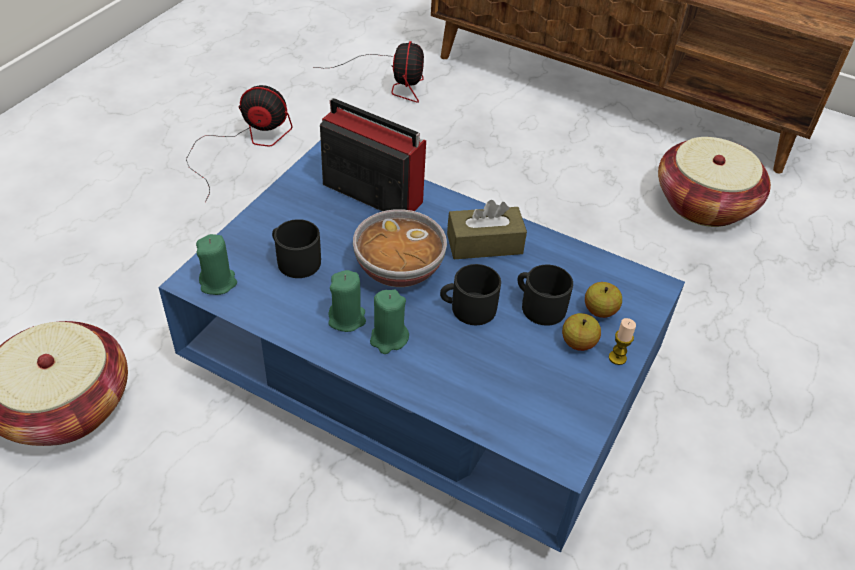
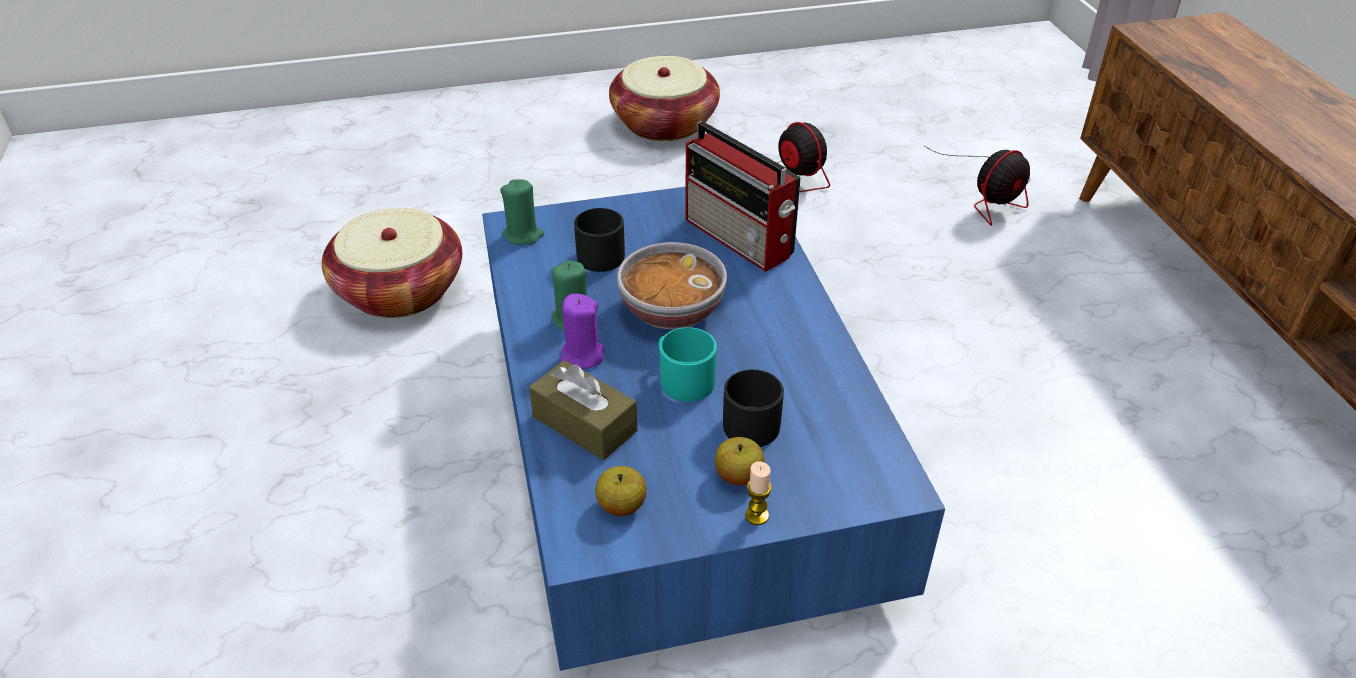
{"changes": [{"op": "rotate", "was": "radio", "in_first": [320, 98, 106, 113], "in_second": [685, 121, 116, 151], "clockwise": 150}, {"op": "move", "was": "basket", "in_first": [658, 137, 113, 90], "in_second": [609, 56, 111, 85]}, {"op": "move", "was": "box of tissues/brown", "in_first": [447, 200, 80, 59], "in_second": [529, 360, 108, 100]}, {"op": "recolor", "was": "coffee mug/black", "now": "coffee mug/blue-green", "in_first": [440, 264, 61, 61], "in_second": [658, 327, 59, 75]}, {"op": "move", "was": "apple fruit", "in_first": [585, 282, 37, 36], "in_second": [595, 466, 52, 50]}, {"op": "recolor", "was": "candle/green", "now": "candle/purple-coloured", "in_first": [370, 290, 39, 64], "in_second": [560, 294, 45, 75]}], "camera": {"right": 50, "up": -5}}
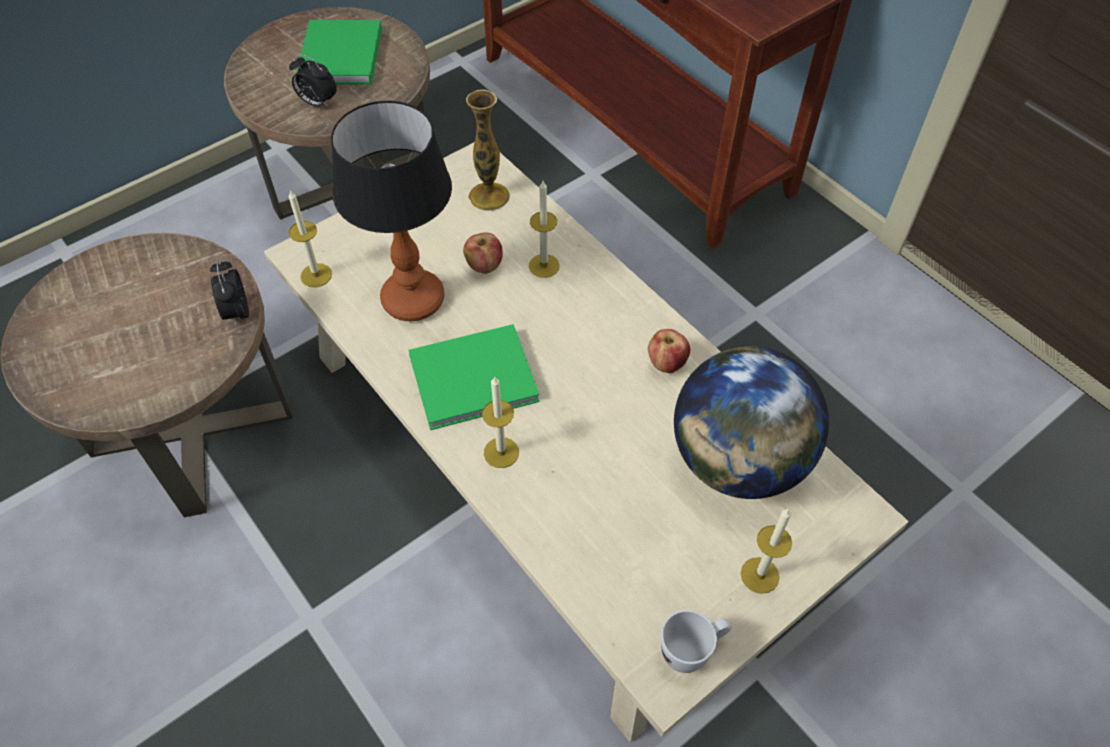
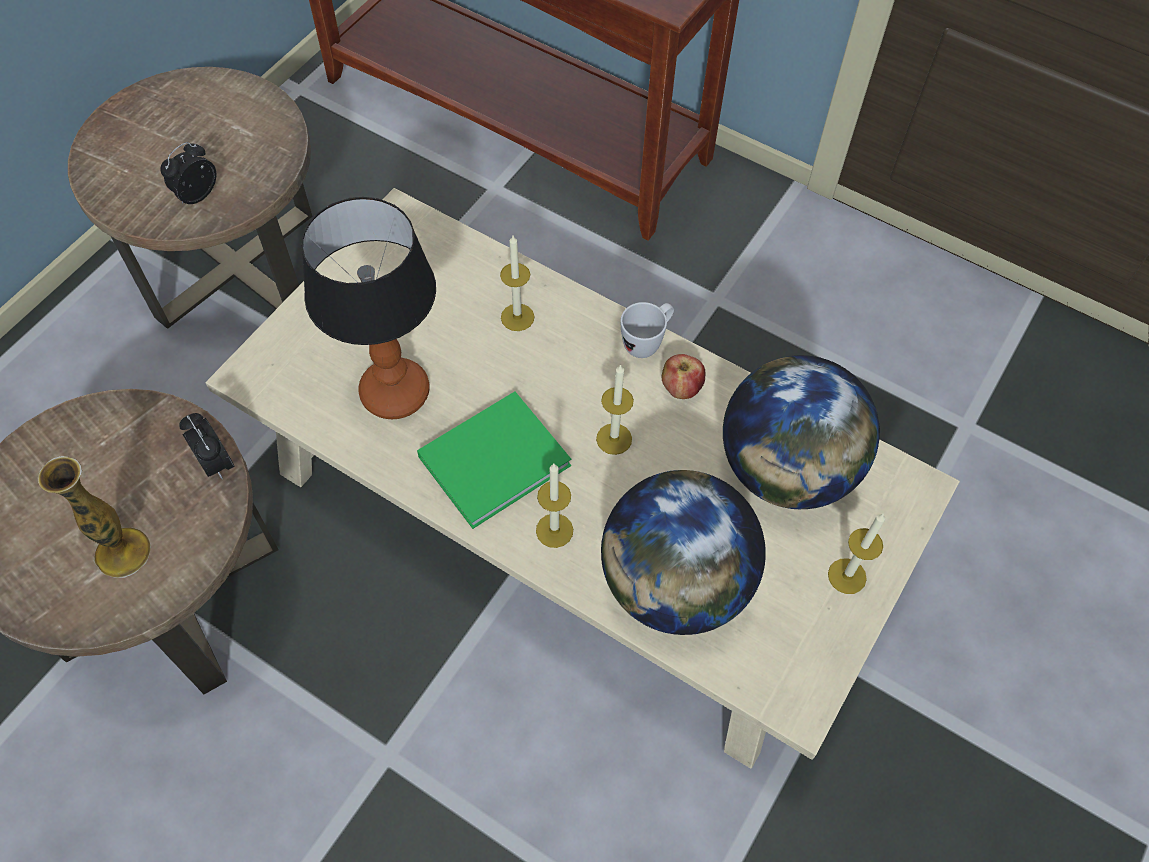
{"changes": [{"op": "delete", "was": "volume/green", "in_first": [296, 20, 86, 64]}, {"op": "rotate", "was": "bedside clock", "in_first": [289, 54, 48, 54], "in_second": [160, 142, 56, 62], "clockwise": 120}, {"op": "move", "was": "flower vase", "in_first": [466, 90, 44, 121], "in_second": [37, 456, 114, 122]}, {"op": "move", "was": "candle", "in_first": [288, 190, 44, 97], "in_second": [596, 364, 38, 91]}, {"op": "delete", "was": "apple fruit", "in_first": [463, 233, 40, 41]}, {"op": "move", "was": "coffee mug/white-coloured", "in_first": [661, 610, 71, 63], "in_second": [621, 302, 53, 56]}, {"op": "insert", "now": "desk globe", "in_second": [601, 470, 165, 165]}], "camera": {"right": -20, "up": 5}}
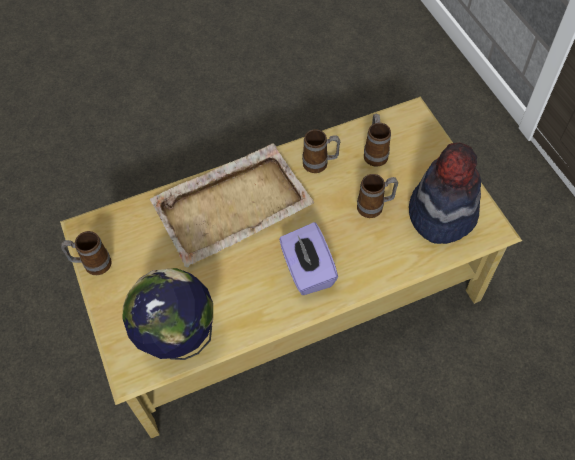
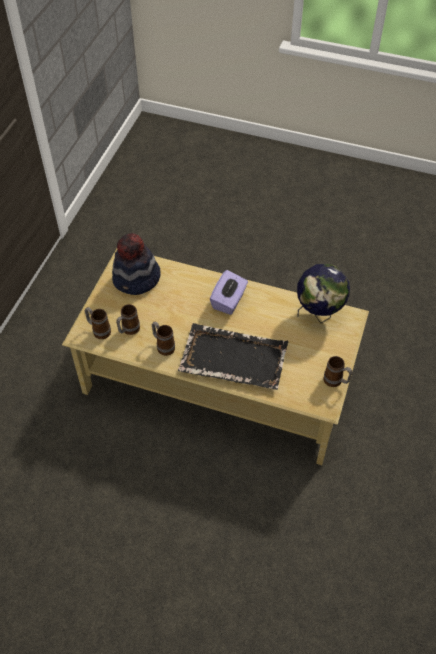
{"changes": [{"op": "recolor", "was": "serving tray/sand-coloured", "now": "serving tray/black", "in_first": [150, 143, 164, 125], "in_second": [178, 323, 111, 67]}, {"op": "move", "was": "coffee mug", "in_first": [357, 174, 41, 44], "in_second": [85, 307, 26, 32]}], "camera": {"right": -140, "up": -5}}
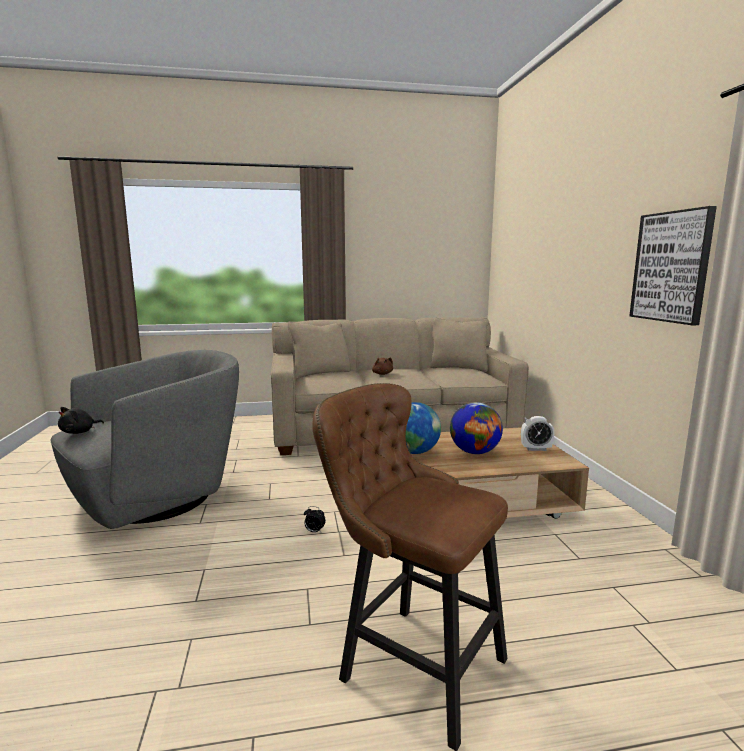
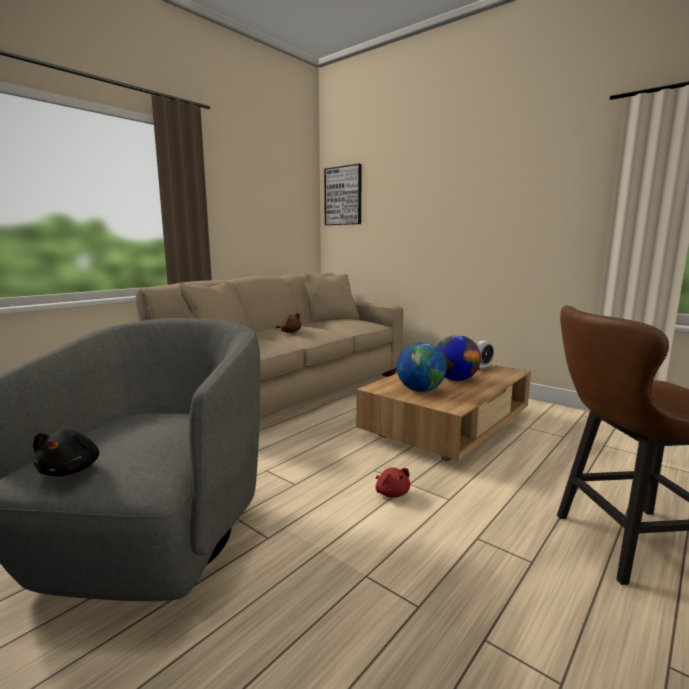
{"changes": [{"op": "move", "was": "wall art", "in_first": [629, 206, 88, 119], "in_second": [324, 164, 38, 61]}, {"op": "replace", "was": "bedside clock", "now": "plush toy/red-coloured", "in_first": [304, 506, 22, 26], "in_second": [376, 468, 34, 30]}], "camera": {"right": -40, "up": 0}}
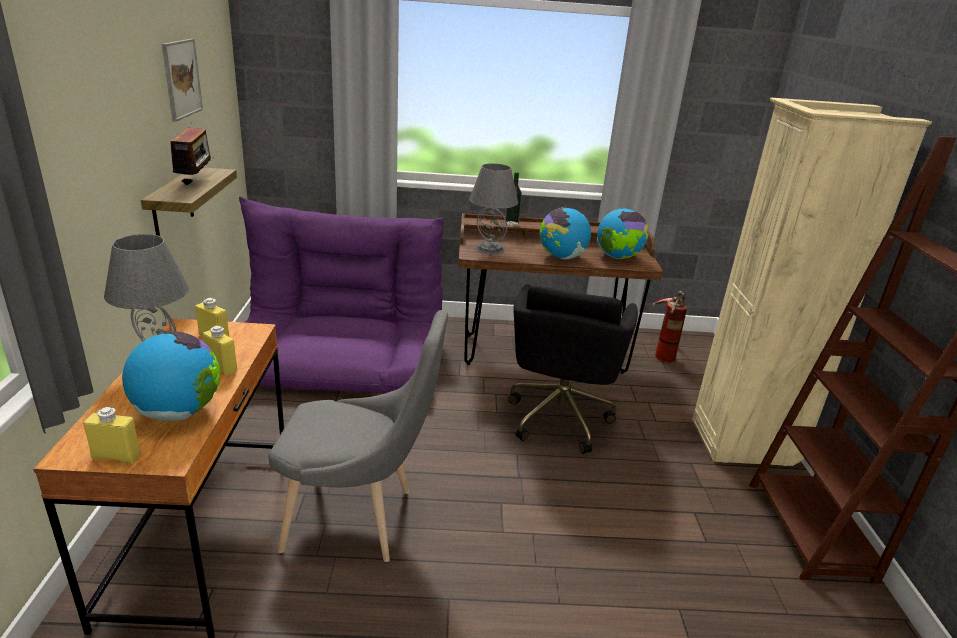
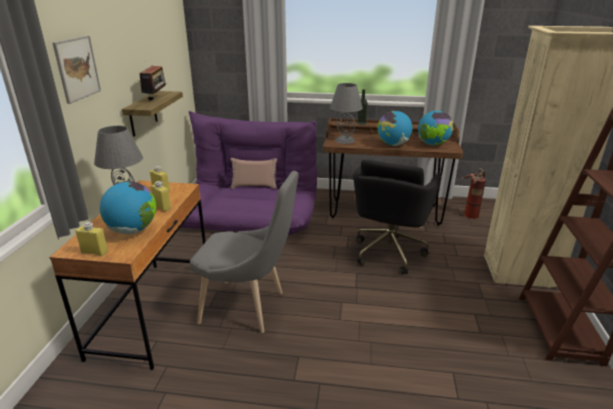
{"changes": [{"op": "move", "was": "wall art", "in_first": [162, 39, 41, 83], "in_second": [53, 36, 48, 68]}, {"op": "insert", "now": "throw pillow/sand-coloured", "in_second": [230, 158, 47, 31]}], "camera": {"right": 10, "up": 0}}
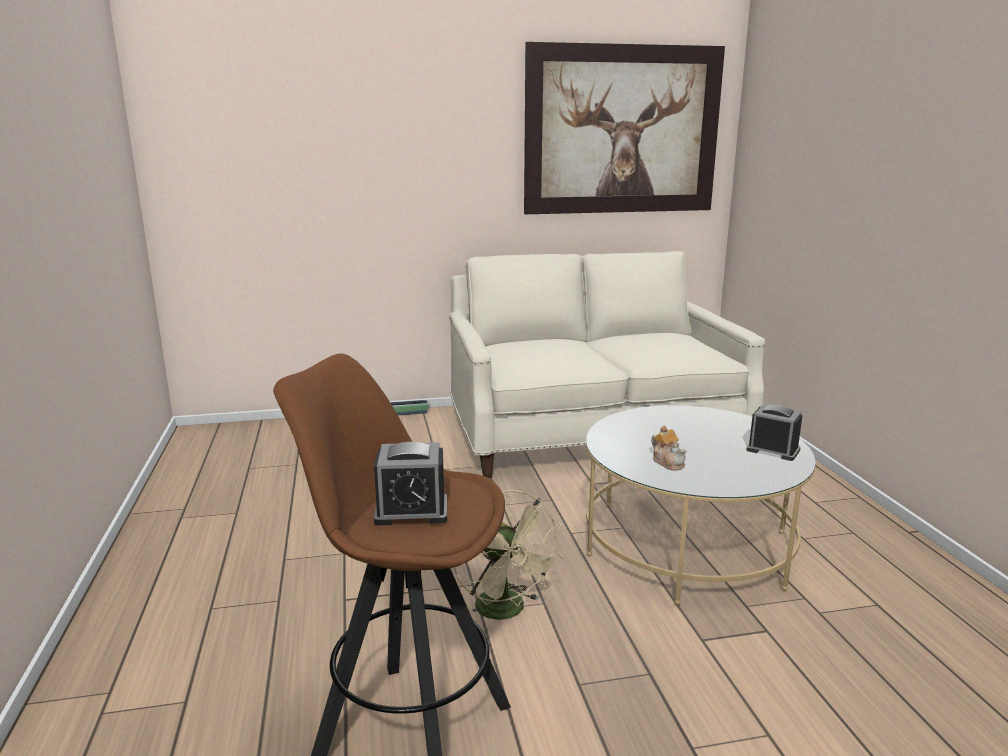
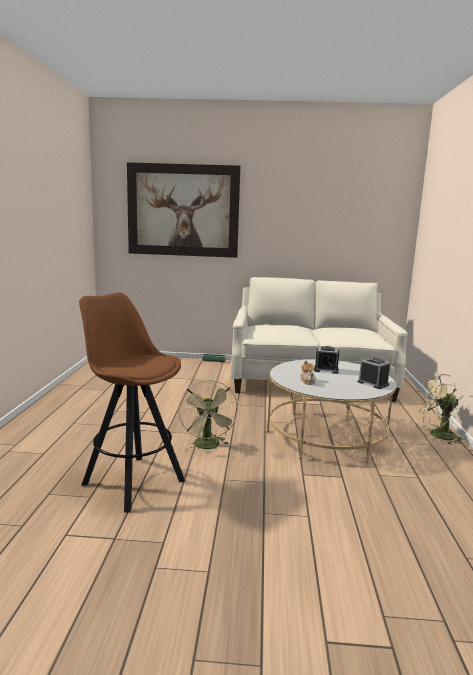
{"changes": [{"op": "move", "was": "wall art", "in_first": [524, 42, 201, 172], "in_second": [127, 162, 113, 96]}, {"op": "move", "was": "bedside clock", "in_first": [374, 442, 73, 83], "in_second": [314, 346, 25, 28]}, {"op": "insert", "now": "fan/sand-coloured", "in_second": [419, 374, 46, 71]}], "camera": {"right": 15, "up": -5}}
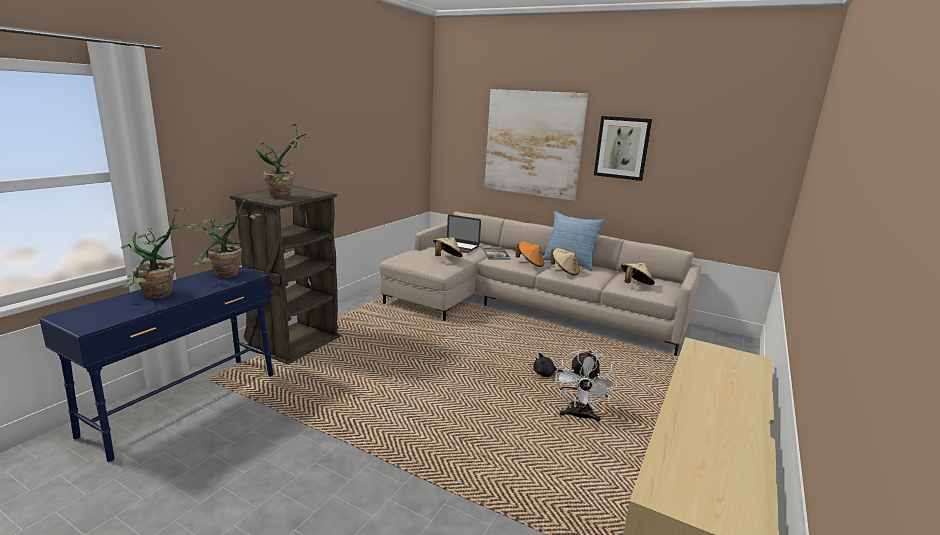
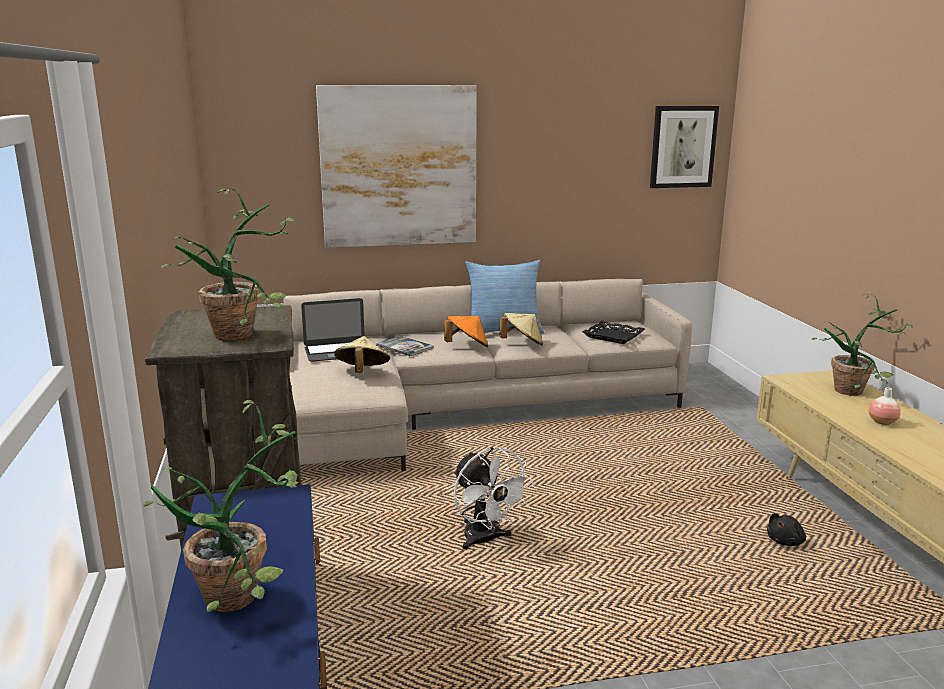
{"changes": [{"op": "move", "was": "wall art", "in_first": [594, 116, 58, 65], "in_second": [650, 106, 69, 82]}, {"op": "move", "was": "plant in a pot", "in_first": [194, 199, 68, 79], "in_second": [812, 294, 101, 102]}, {"op": "replace", "was": "hat/sand-coloured", "now": "serving tray/black", "in_first": [621, 263, 34, 22], "in_second": [582, 321, 63, 23]}, {"op": "move", "was": "fan/white-coloured", "in_first": [556, 350, 61, 72], "in_second": [454, 447, 79, 103]}, {"op": "move", "was": "plush toy/black", "in_first": [533, 353, 30, 24], "in_second": [767, 513, 39, 33]}, {"op": "insert", "now": "flower vase", "in_second": [869, 387, 32, 38]}], "camera": {"right": -40, "up": 0}}
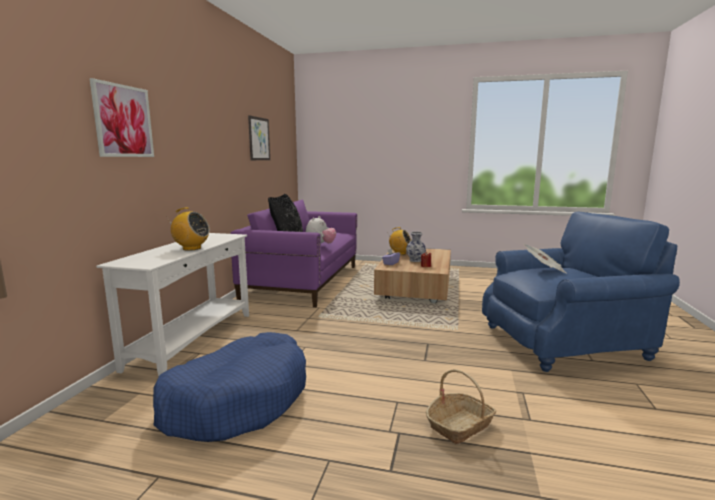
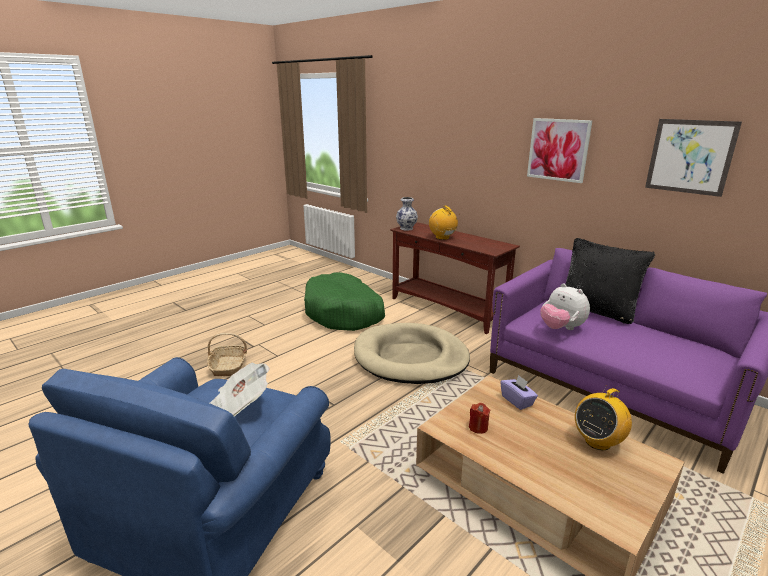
{"changes": [{"op": "move", "was": "wall art", "in_first": [89, 78, 65, 79], "in_second": [527, 118, 66, 65]}, {"op": "rotate", "was": "radio", "in_first": [166, 207, 44, 44], "in_second": [429, 206, 31, 34], "clockwise": 105}, {"op": "move", "was": "flower vase", "in_first": [406, 232, 20, 30], "in_second": [396, 197, 22, 34]}, {"op": "recolor", "was": "hall table/white-coloured", "now": "hall table/brown", "in_first": [96, 233, 153, 143], "in_second": [390, 222, 130, 112]}, {"op": "recolor", "was": "dog bed/bluish", "now": "dog bed/green", "in_first": [153, 332, 153, 110], "in_second": [304, 272, 81, 59]}, {"op": "insert", "now": "dog bed/sand-coloured", "in_second": [354, 323, 116, 61]}], "camera": {"right": 120, "up": 10}}
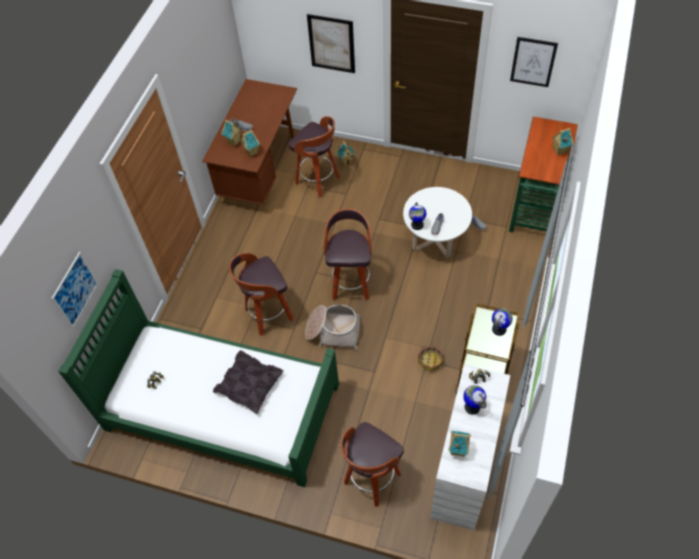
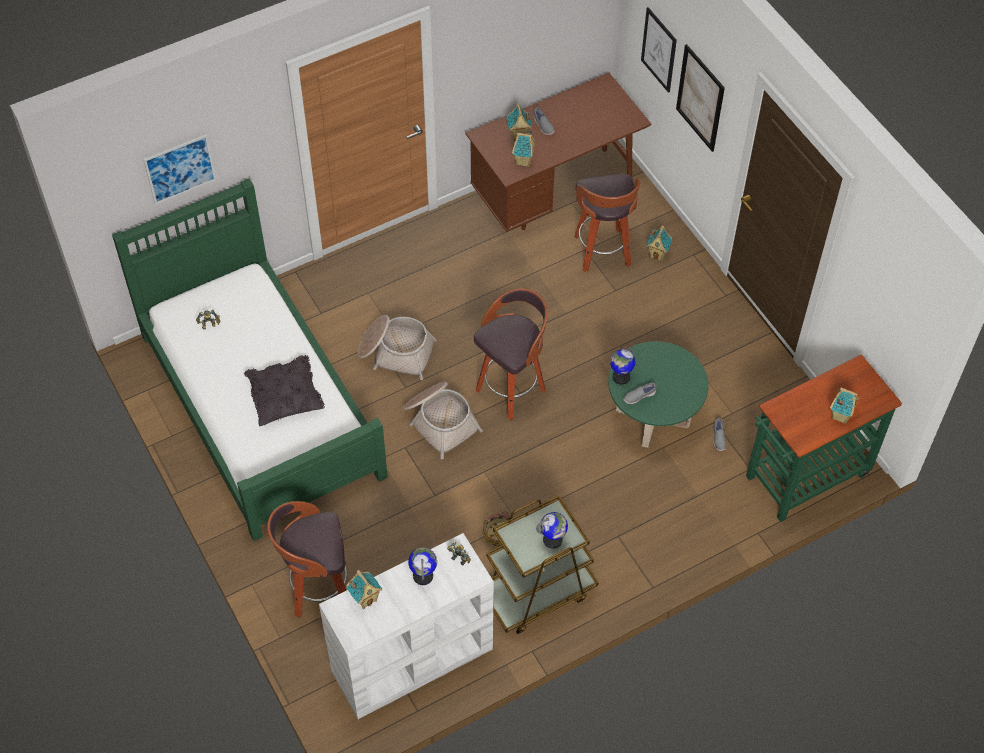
{"changes": [{"op": "move", "was": "wall art", "in_first": [510, 37, 48, 50], "in_second": [641, 7, 36, 86]}, {"op": "recolor", "was": "coffee table/white-coloured", "now": "coffee table/green", "in_first": [403, 187, 69, 71], "in_second": [608, 341, 101, 107]}, {"op": "replace", "was": "stool seat", "now": "basket", "in_first": [229, 253, 64, 83], "in_second": [358, 315, 79, 65]}], "camera": {"right": 40, "up": 0}}
